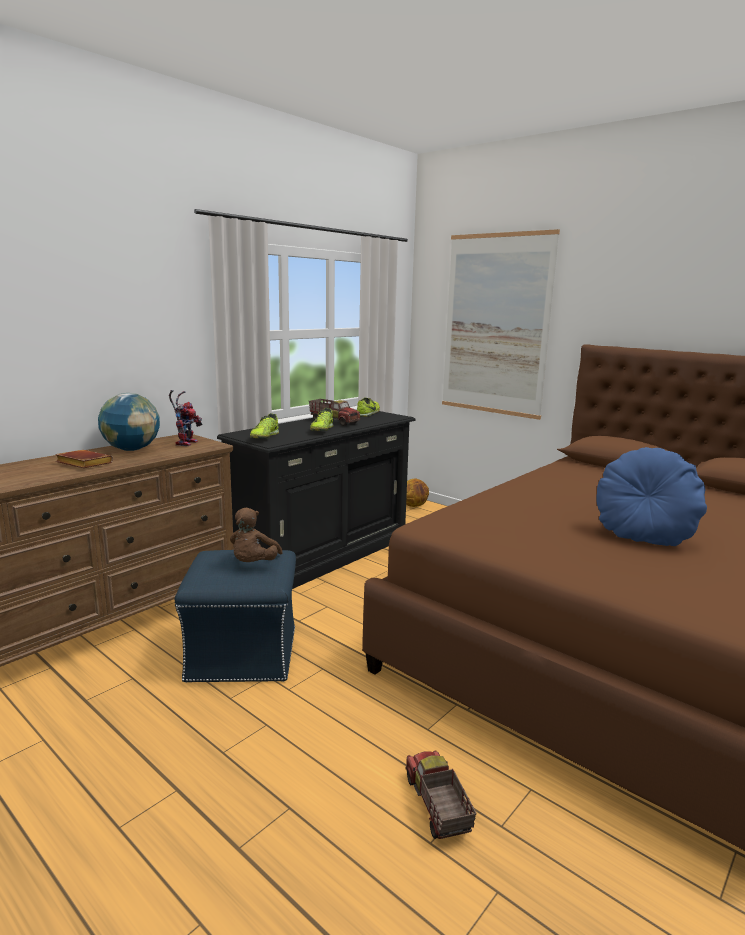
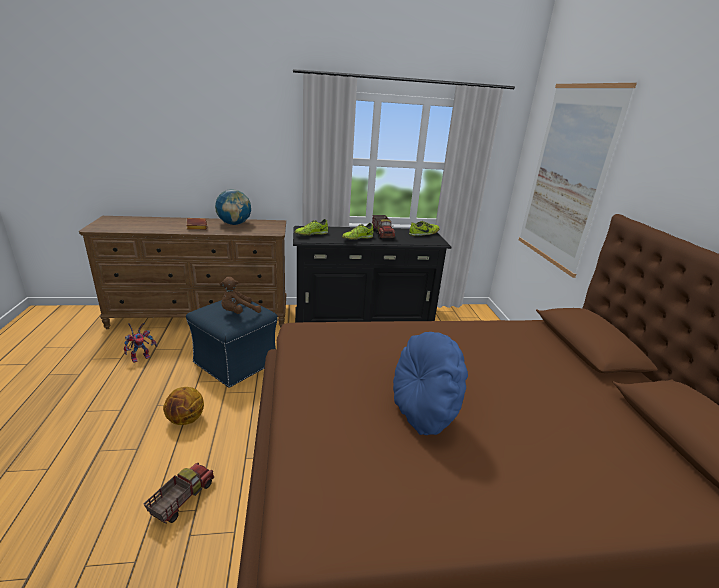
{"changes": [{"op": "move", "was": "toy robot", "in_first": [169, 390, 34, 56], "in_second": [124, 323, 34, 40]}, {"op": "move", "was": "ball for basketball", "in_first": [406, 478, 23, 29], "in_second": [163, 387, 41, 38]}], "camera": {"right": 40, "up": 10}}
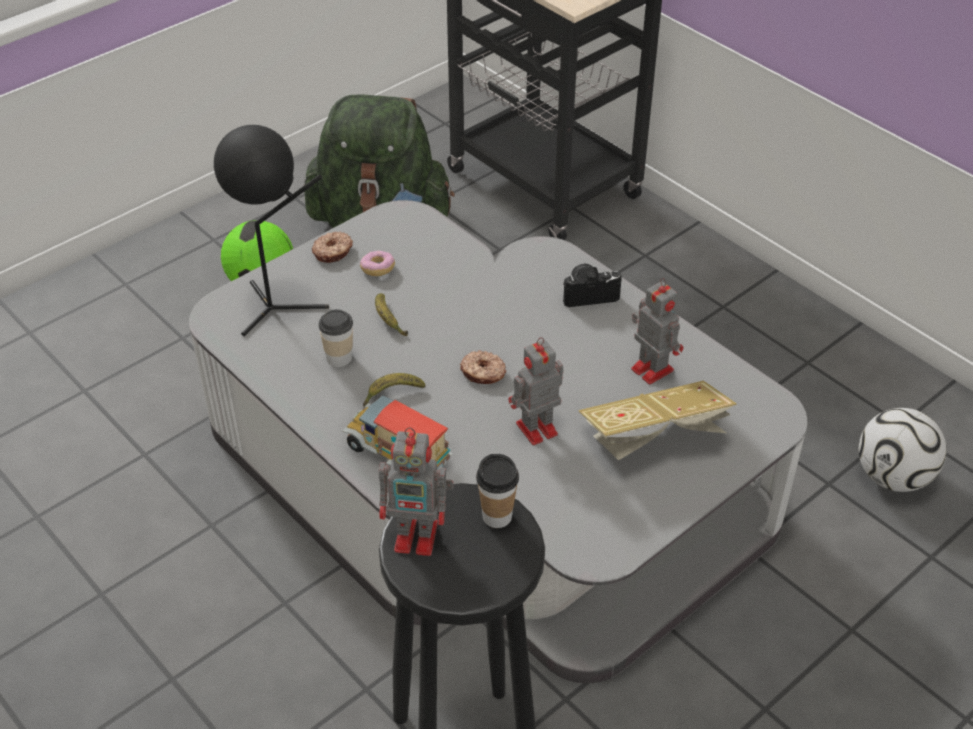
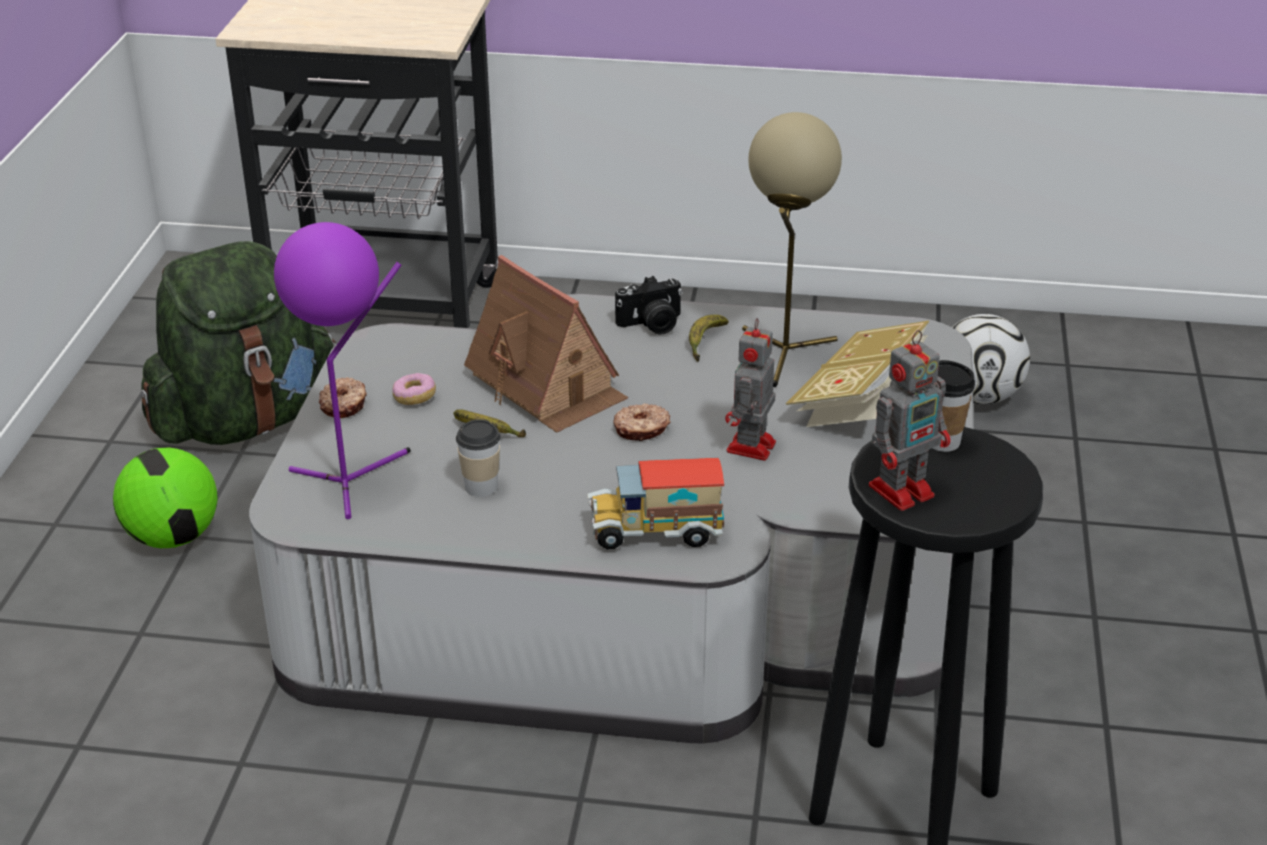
{"changes": [{"op": "recolor", "was": "lamp for a table/black", "now": "lamp for a table/purple-coloured", "in_first": [214, 125, 115, 211], "in_second": [274, 222, 137, 297]}, {"op": "rotate", "was": "still camera", "in_first": [563, 264, 59, 43], "in_second": [615, 276, 67, 59], "clockwise": -150}, {"op": "replace", "was": "toy robot", "now": "lamp for a table/sand-coloured", "in_first": [631, 278, 53, 107], "in_second": [742, 112, 100, 275]}, {"op": "move", "was": "whole banana", "in_first": [363, 373, 63, 33], "in_second": [689, 315, 40, 47]}, {"op": "insert", "now": "model house", "in_second": [464, 255, 164, 178]}], "camera": {"right": -40, "up": -10}}
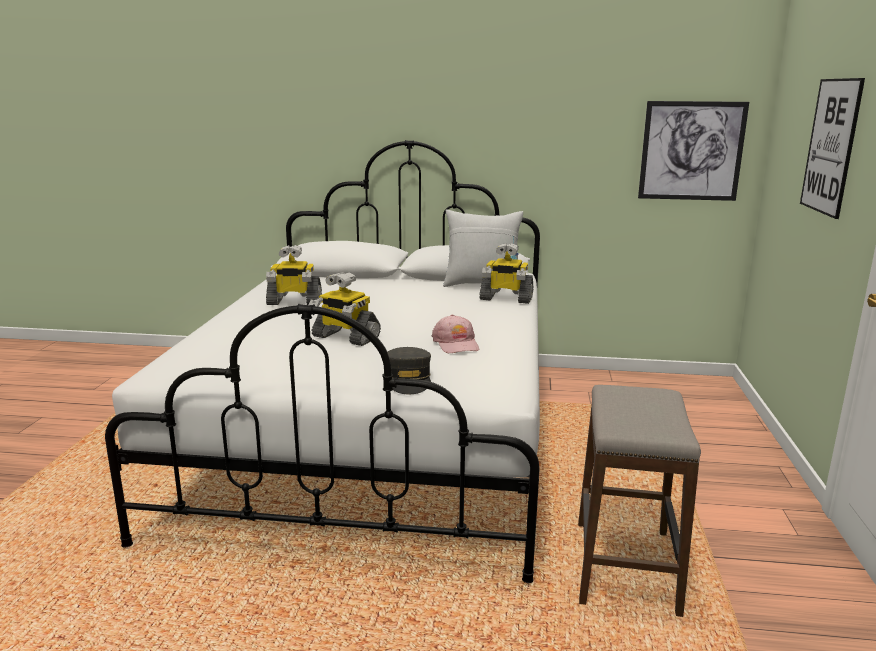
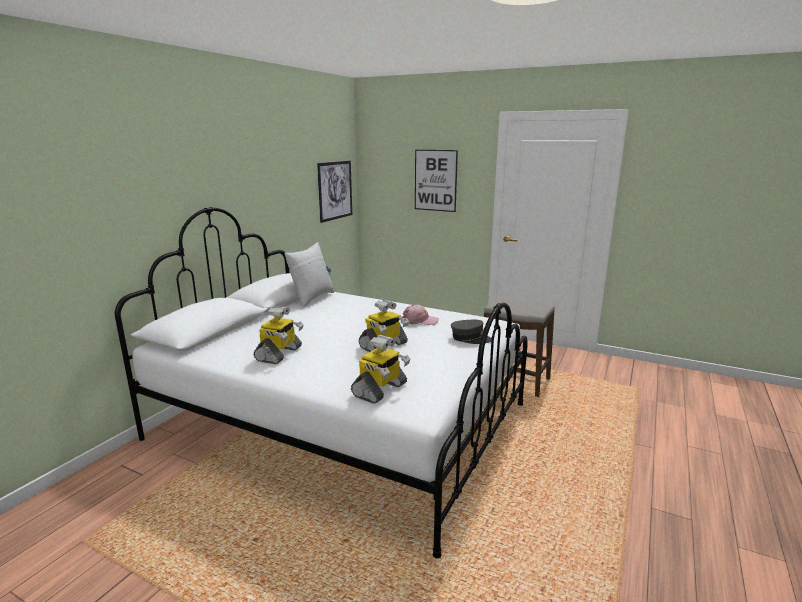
{"changes": [{"op": "move", "was": "toy robot", "in_first": [480, 243, 53, 61], "in_second": [351, 335, 59, 69]}], "camera": {"right": -70, "up": 0}}
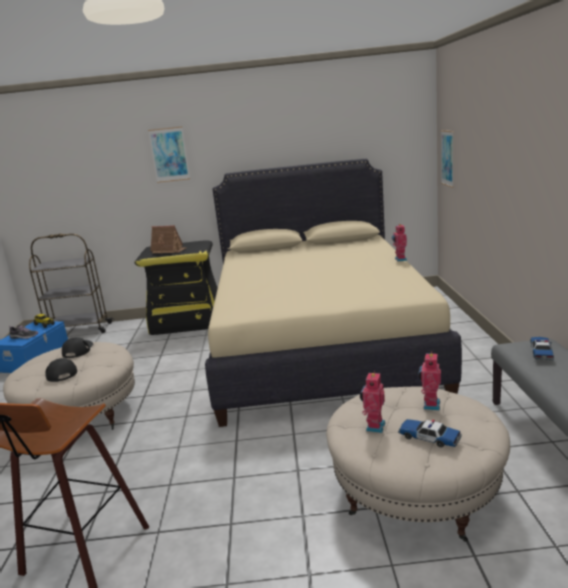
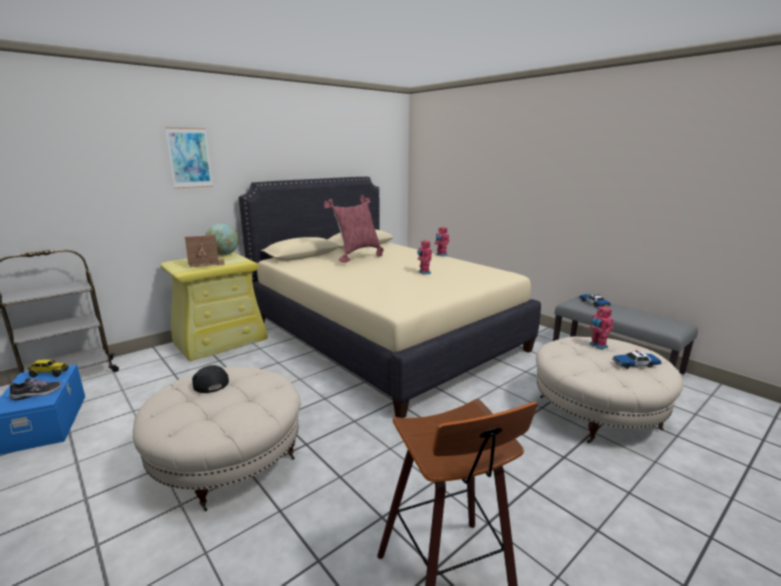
{"changes": [{"op": "delete", "was": "wall art", "in_first": [440, 130, 14, 58]}, {"op": "recolor", "was": "bedside table/black", "now": "bedside table/yellow", "in_first": [134, 240, 84, 95], "in_second": [160, 252, 108, 109]}, {"op": "delete", "was": "baseball cap/black", "in_first": [45, 358, 32, 24]}, {"op": "move", "was": "toy robot", "in_first": [360, 371, 25, 62], "in_second": [417, 239, 15, 36]}, {"op": "insert", "now": "throw pillow/red-coloured", "in_second": [324, 195, 60, 68]}, {"op": "insert", "now": "desk globe", "in_second": [205, 224, 34, 31]}], "camera": {"right": -40, "up": 0}}
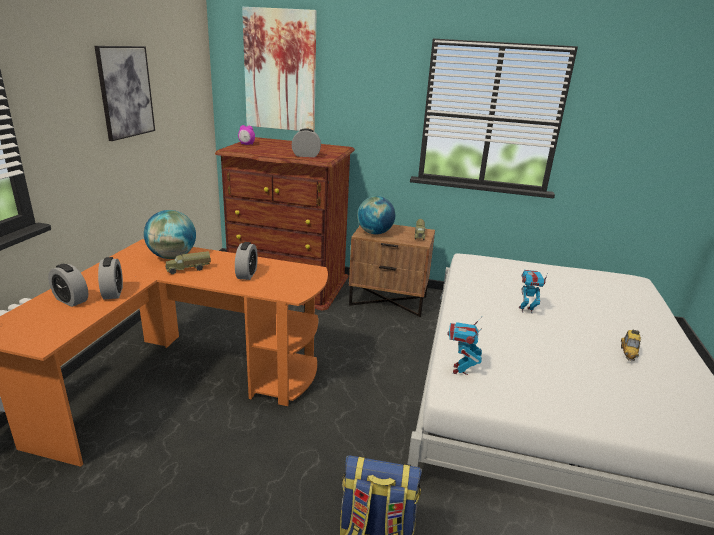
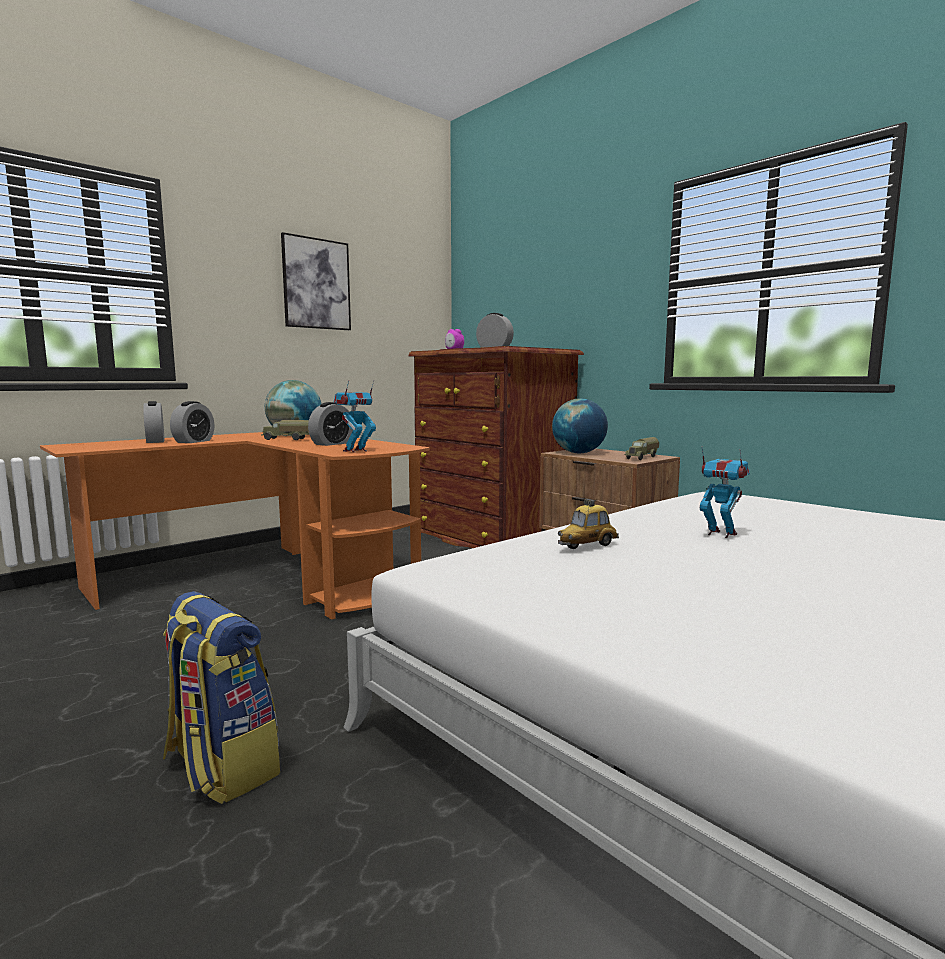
{"changes": [{"op": "delete", "was": "wall art", "in_first": [242, 7, 75, 125]}, {"op": "move", "was": "toy robot", "in_first": [447, 319, 35, 56], "in_second": [333, 381, 43, 72]}, {"op": "move", "was": "toy car", "in_first": [621, 329, 21, 32], "in_second": [558, 499, 61, 50]}], "camera": {"right": 35, "up": -15}}
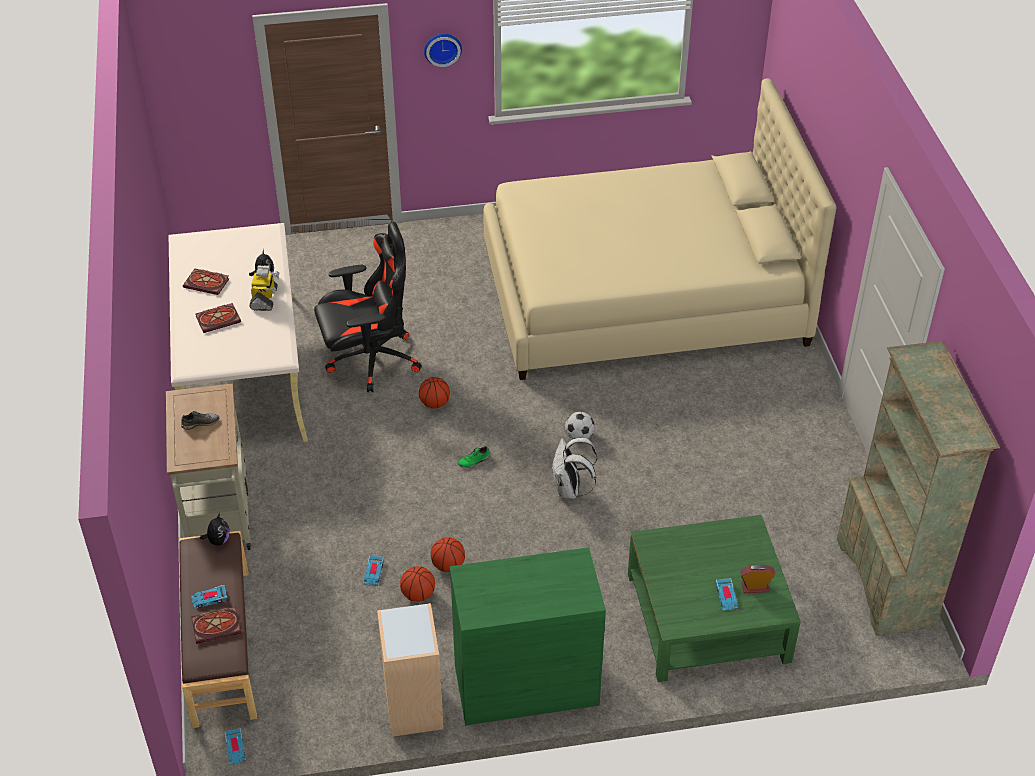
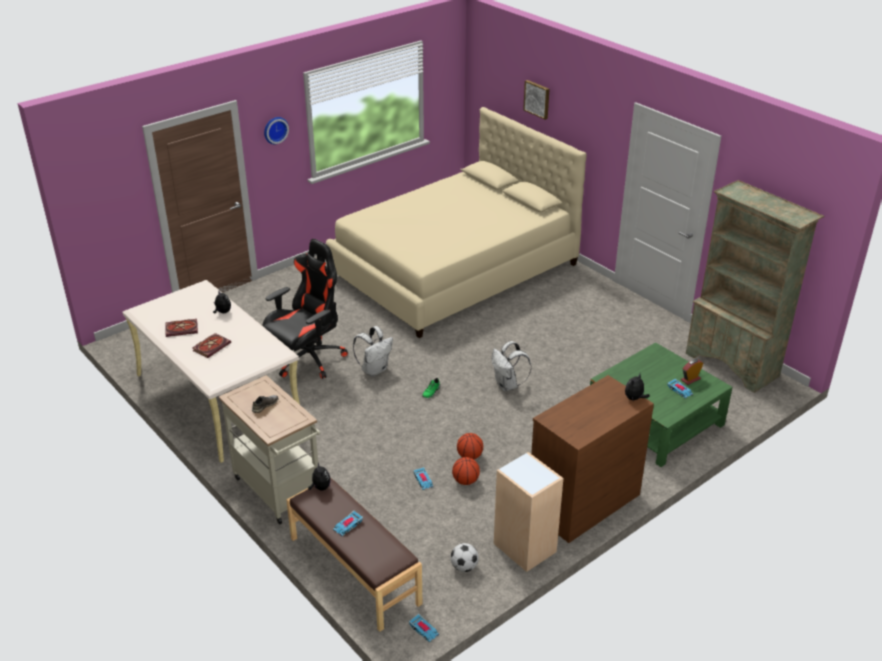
{"changes": [{"op": "delete", "was": "toy robot", "in_first": [249, 265, 31, 46]}, {"op": "replace", "was": "ball for basketball", "now": "backpack/white-coloured", "in_first": [419, 377, 31, 31], "in_second": [353, 326, 40, 50]}, {"op": "move", "was": "ball for football", "in_first": [565, 412, 30, 27], "in_second": [450, 543, 29, 29]}, {"op": "recolor", "was": "dresser/green", "now": "dresser/brown", "in_first": [450, 547, 156, 179], "in_second": [531, 375, 123, 168]}, {"op": "delete", "was": "volume", "in_first": [191, 606, 50, 38]}, {"op": "insert", "now": "wall art", "in_second": [523, 80, 27, 40]}, {"op": "insert", "now": "plush toy", "in_second": [625, 374, 25, 26]}], "camera": {"right": -30, "up": -10}}
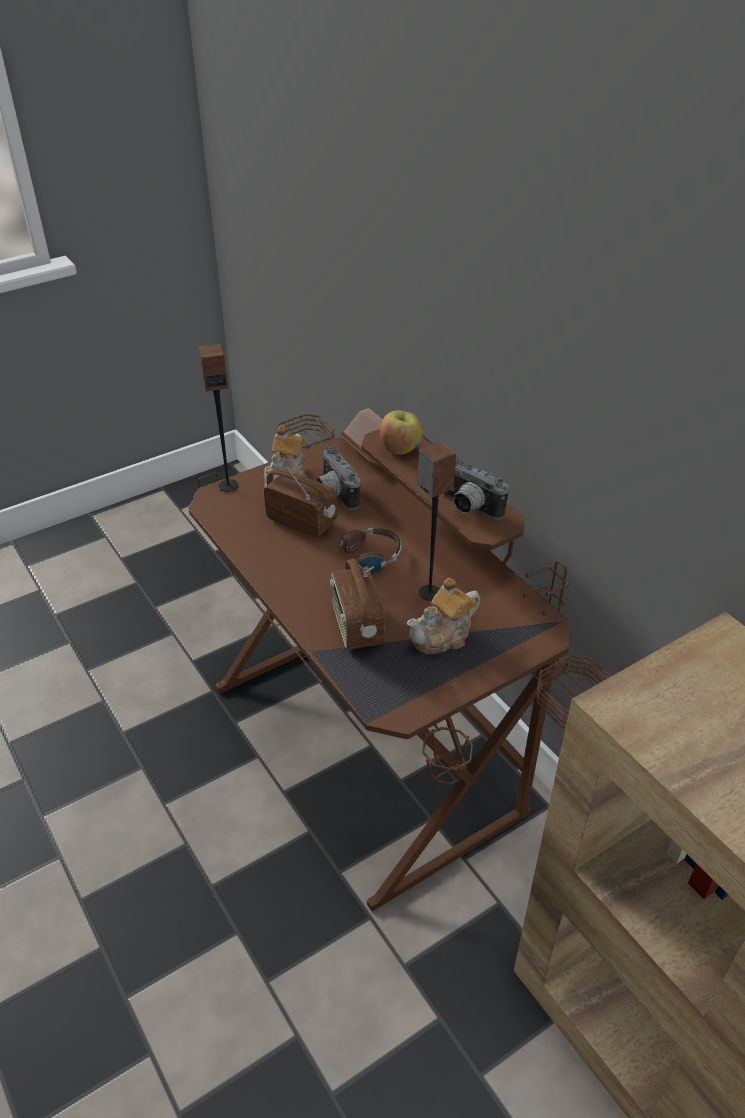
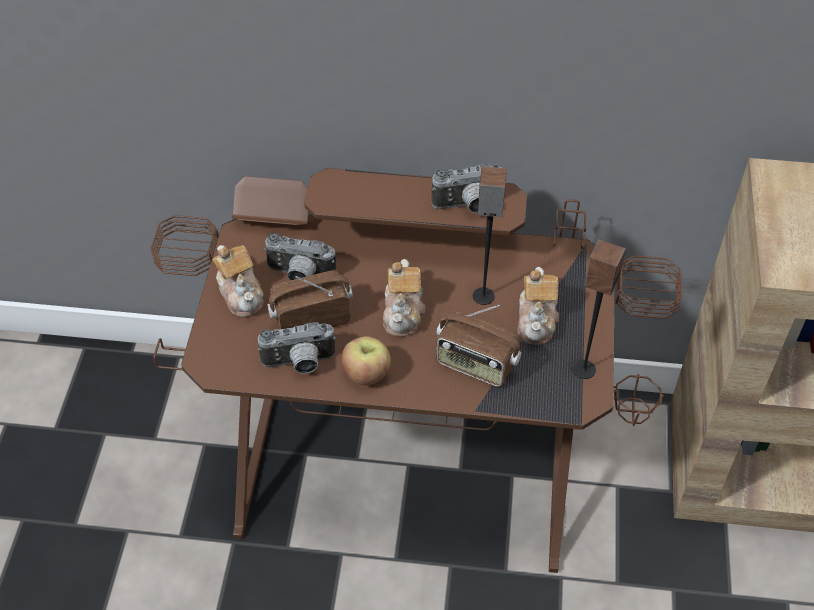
{"changes": [{"op": "move", "was": "speaker", "in_first": [199, 344, 39, 148], "in_second": [573, 240, 53, 139]}, {"op": "move", "was": "apple fruit", "in_first": [380, 410, 43, 45], "in_second": [341, 336, 50, 50]}, {"op": "replace", "was": "headphones", "now": "teapot", "in_first": [319, 528, 83, 46], "in_second": [383, 259, 42, 78]}, {"op": "insert", "now": "still camera", "in_second": [258, 322, 78, 52]}], "camera": {"right": -50, "up": 10}}
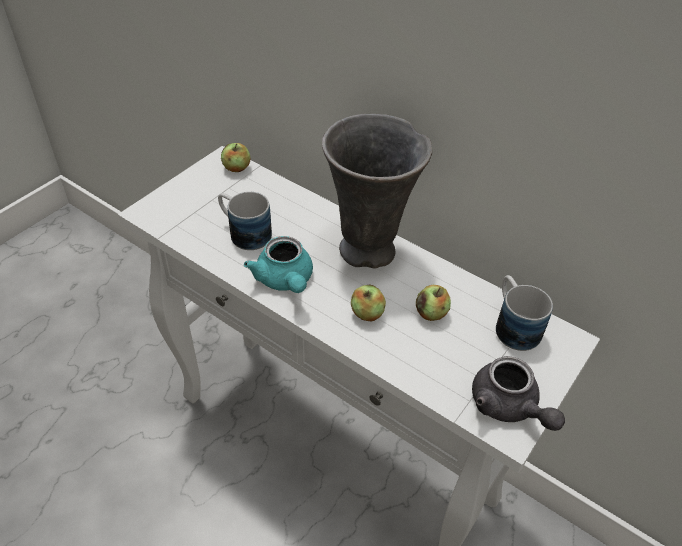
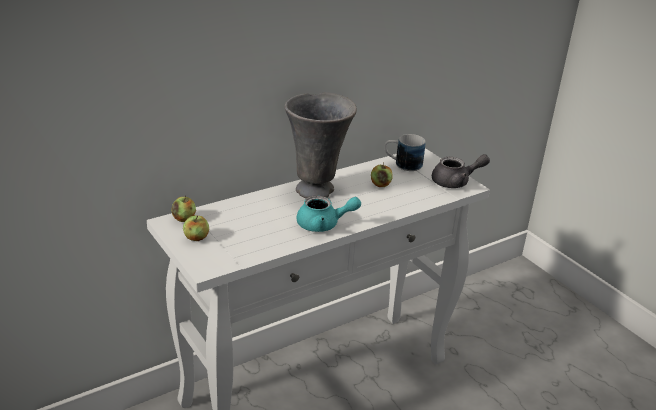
{"changes": [{"op": "delete", "was": "coffee mug", "in_first": [218, 192, 54, 58]}, {"op": "move", "was": "apple fruit", "in_first": [351, 285, 35, 36], "in_second": [183, 216, 26, 25]}], "camera": {"right": -70, "up": -15}}
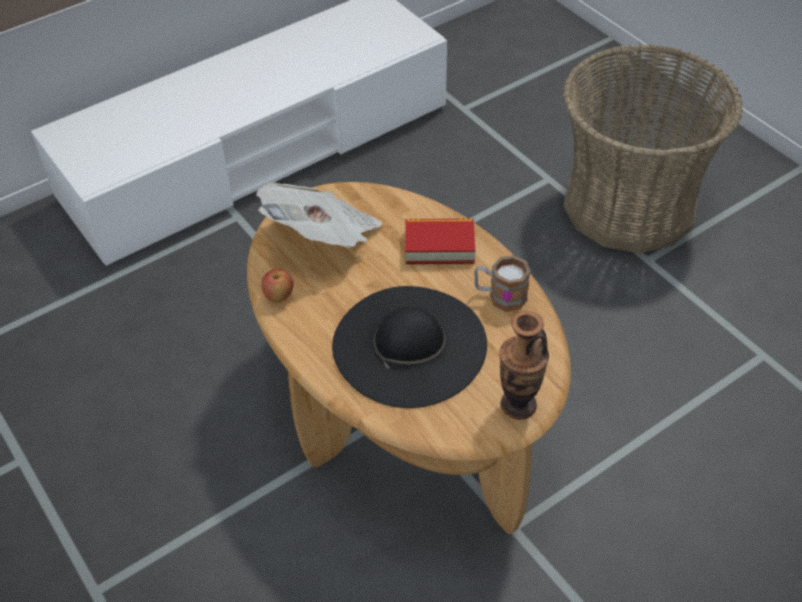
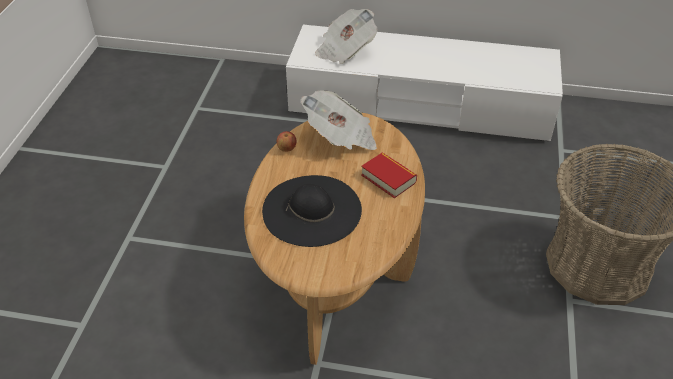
{"changes": [{"op": "delete", "was": "coffee mug", "in_first": [474, 255, 57, 57]}, {"op": "delete", "was": "flower vase", "in_first": [499, 311, 50, 109]}, {"op": "insert", "now": "newspaper", "in_second": [315, 9, 62, 55]}], "camera": {"right": 45, "up": -5}}
